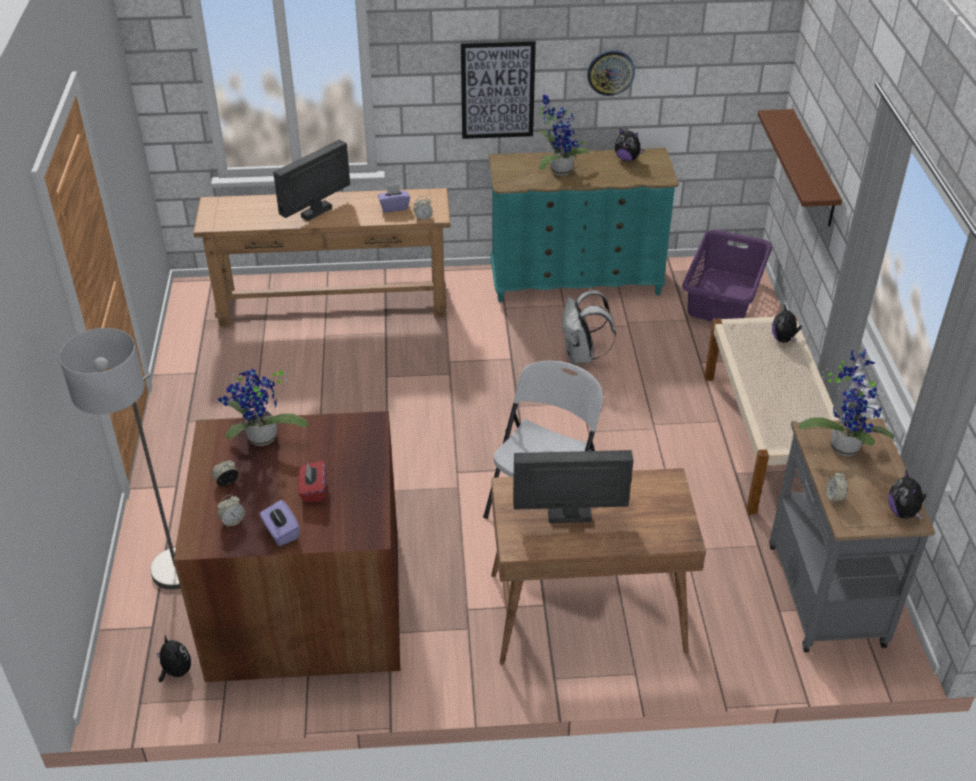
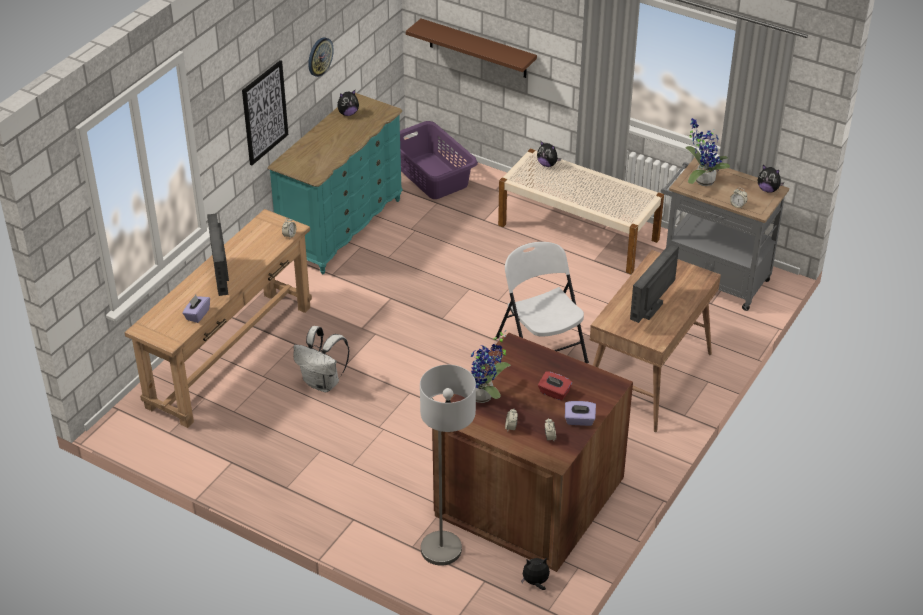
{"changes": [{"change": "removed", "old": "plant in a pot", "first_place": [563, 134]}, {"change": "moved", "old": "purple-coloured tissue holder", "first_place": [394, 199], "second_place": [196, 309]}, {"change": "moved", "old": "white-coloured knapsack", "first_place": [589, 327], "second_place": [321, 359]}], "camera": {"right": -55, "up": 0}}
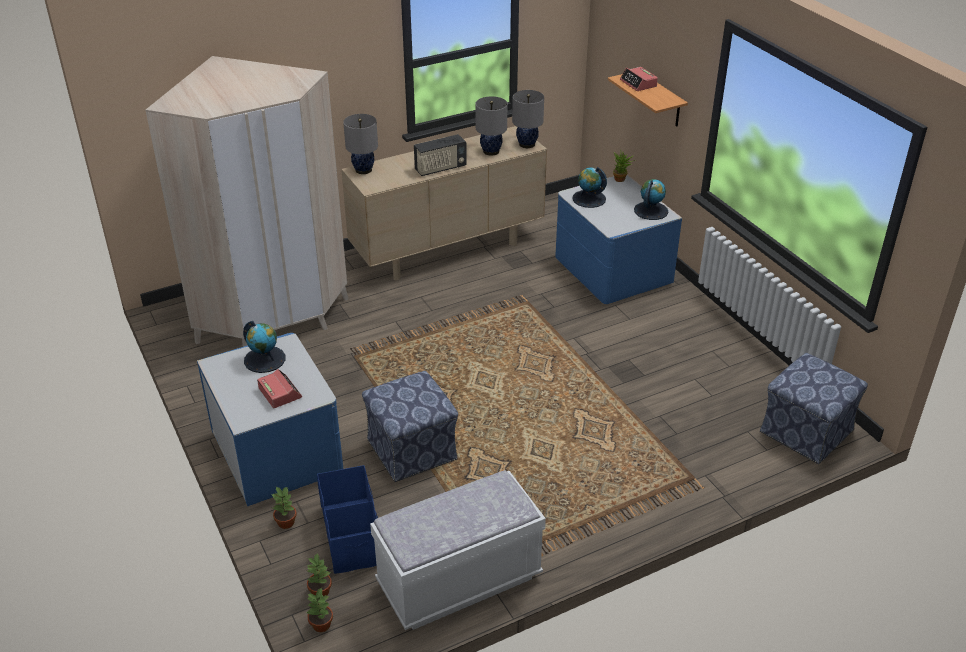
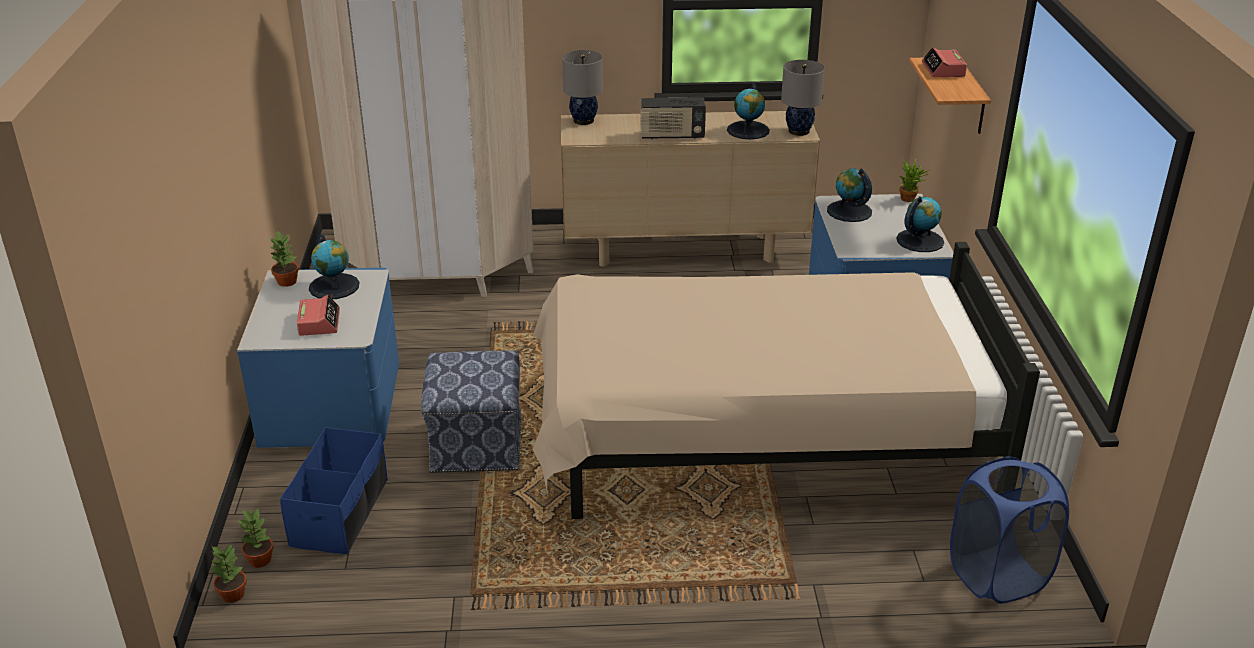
{"changes": [{"change": "removed", "old": "white-coloured indoor bench", "first_place": [458, 550]}, {"change": "added", "new": "beige bedroom bed", "second_place": [786, 380]}, {"change": "moved", "old": "plant in a pot", "first_place": [284, 507], "second_place": [284, 258]}, {"change": "replaced", "old": "grey table lamp", "new": "desk globe", "first_place": [491, 126], "second_place": [748, 111]}, {"change": "replaced", "old": "ottoman", "new": "blue laundry basket", "first_place": [814, 408], "second_place": [1009, 530]}], "camera": {"right": 25, "up": -5}}
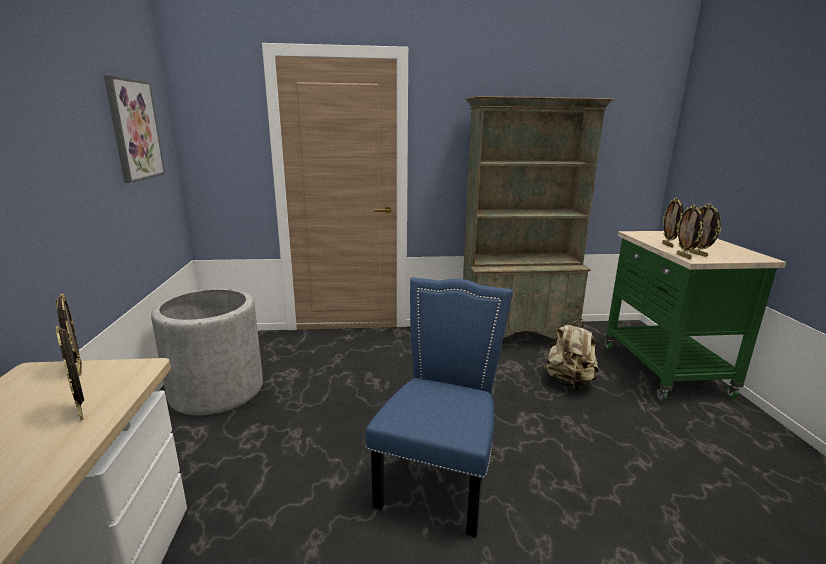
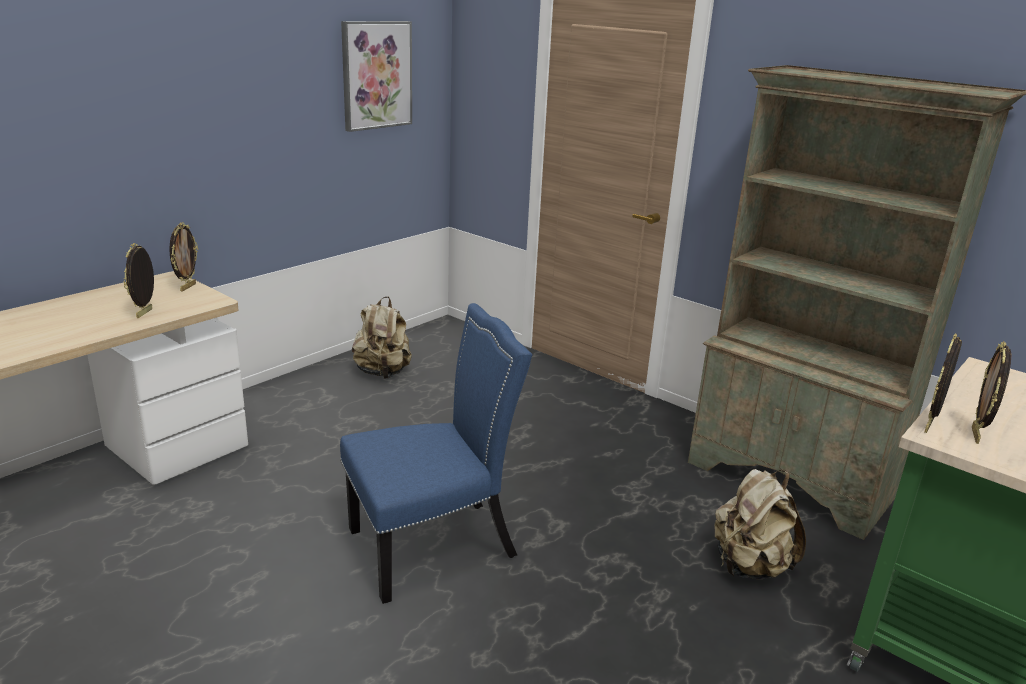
{"changes": [{"change": "removed", "old": "picture frame", "first_place": [673, 223]}, {"change": "replaced", "old": "grey plant pot", "new": "beige knapsack", "first_place": [207, 352], "second_place": [382, 337]}], "camera": {"right": 45, "up": 5}}
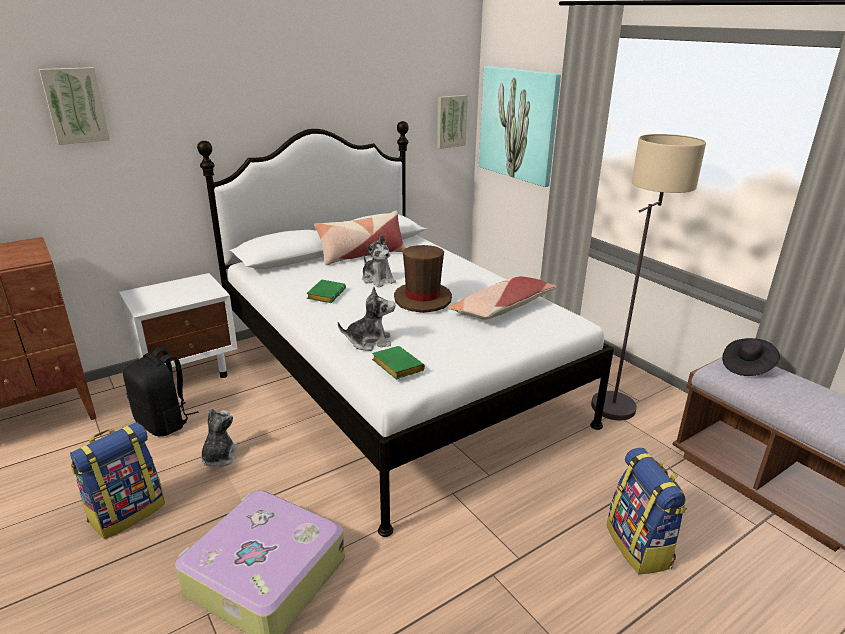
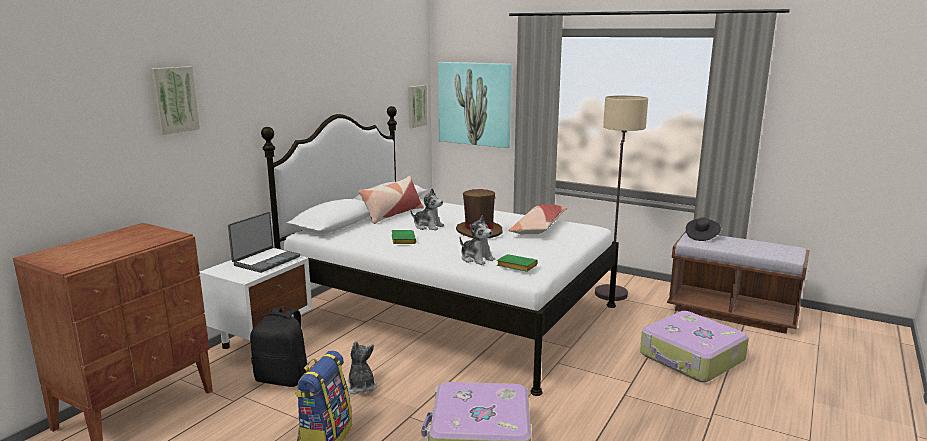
{"changes": [{"change": "added", "new": "portable computer", "second_place": [264, 242]}, {"change": "replaced", "old": "knapsack", "new": "piece of luggage", "first_place": [646, 511], "second_place": [694, 346]}, {"change": "turned", "old": "cuddly toy", "first_place": [366, 319], "second_place": [477, 240], "degrees": 75}], "camera": {"right": -25, "up": -10}}
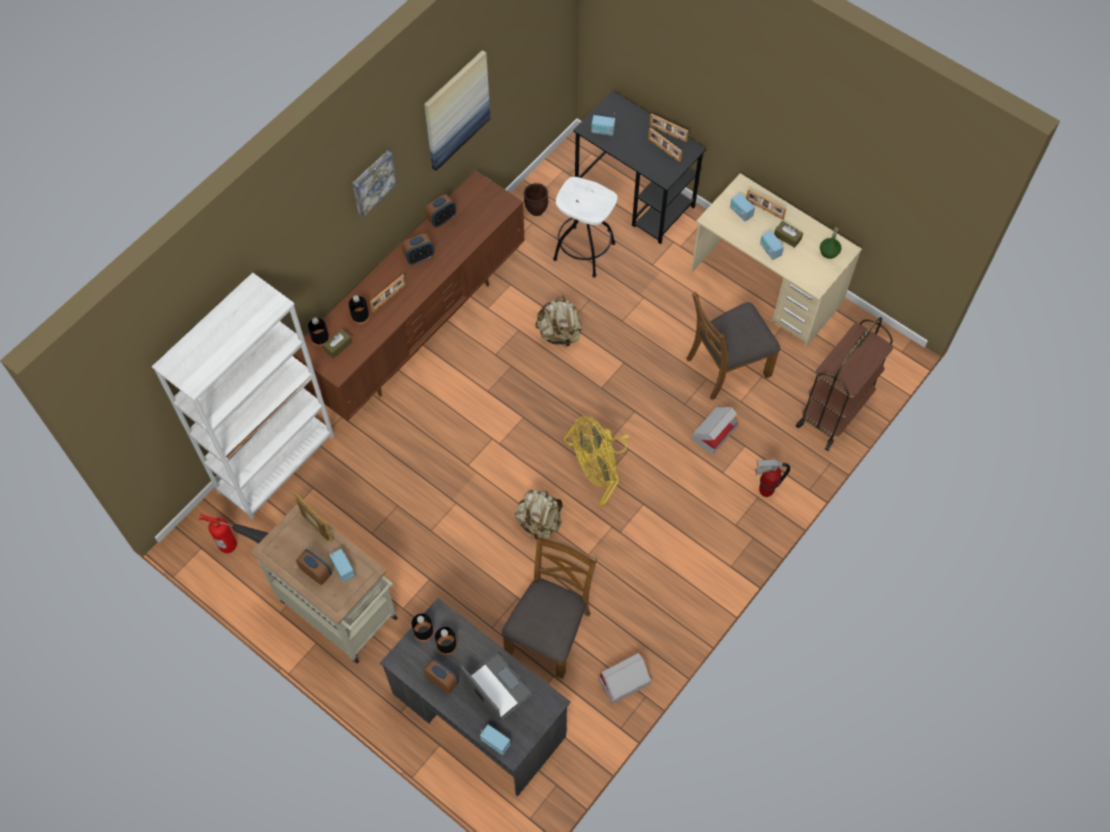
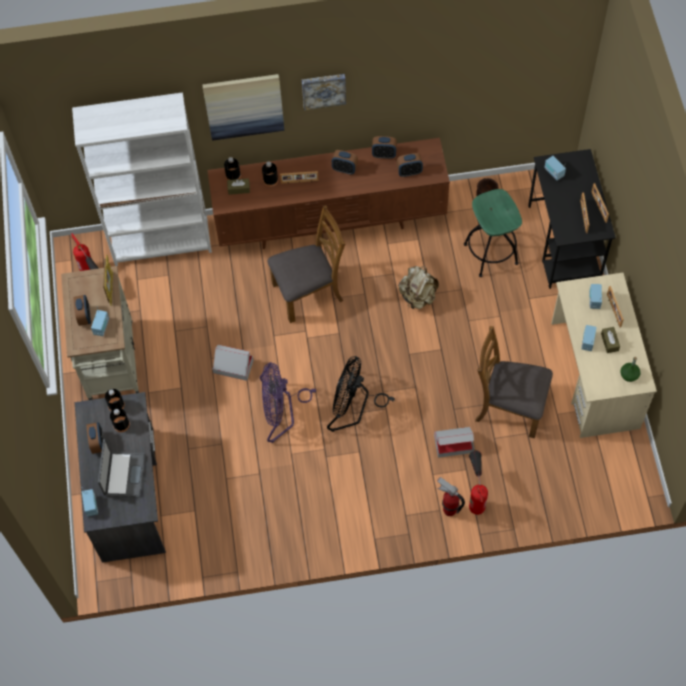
{"changes": [{"change": "removed", "old": "brownish trolley", "first_place": [844, 384]}, {"change": "added", "new": "bedside clock", "second_place": [410, 165]}, {"change": "added", "new": "fire extinguisher", "second_place": [478, 482]}, {"change": "moved", "old": "wall art", "first_place": [457, 110], "second_place": [243, 107]}, {"change": "moved", "old": "brownish upright chair", "first_place": [549, 606], "second_place": [306, 264]}, {"change": "moved", "old": "carton", "first_place": [625, 678], "second_place": [233, 363]}, {"change": "replaced", "old": "beige knapsack", "new": "purple-coloured electric fan", "first_place": [539, 515], "second_place": [288, 402]}, {"change": "recoloured", "old": "white-coloured stool seat", "new": "greenish stool seat", "first_place": [585, 227], "second_place": [493, 233]}, {"change": "recoloured", "old": "yellow electric fan", "new": "blackish electric fan", "first_place": [597, 461], "second_place": [361, 394]}], "camera": {"right": 45, "up": 0}}
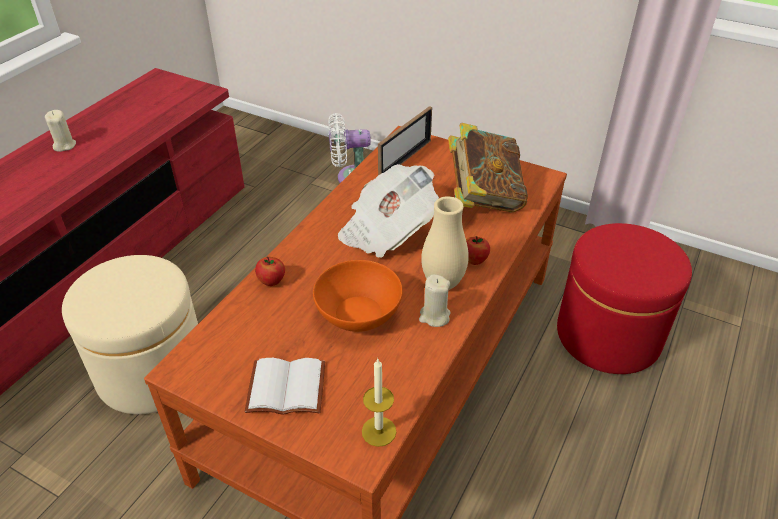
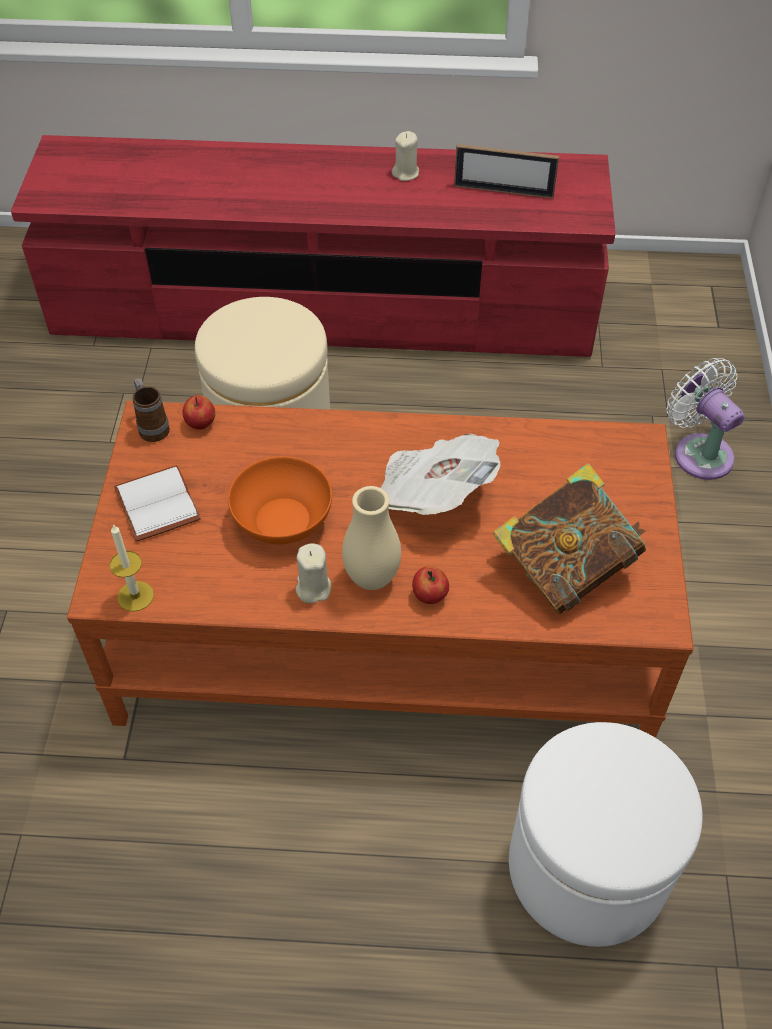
{"changes": [{"change": "added", "new": "tea mug", "second_place": [151, 410]}, {"change": "moved", "old": "apple fruit", "first_place": [270, 271], "second_place": [199, 412]}, {"change": "moved", "old": "picture frame", "first_place": [405, 140], "second_place": [506, 171]}, {"change": "recoloured", "old": "red-coloured ottoman", "new": "white-coloured ottoman", "first_place": [624, 298], "second_place": [606, 834]}], "camera": {"right": 65, "up": 10}}
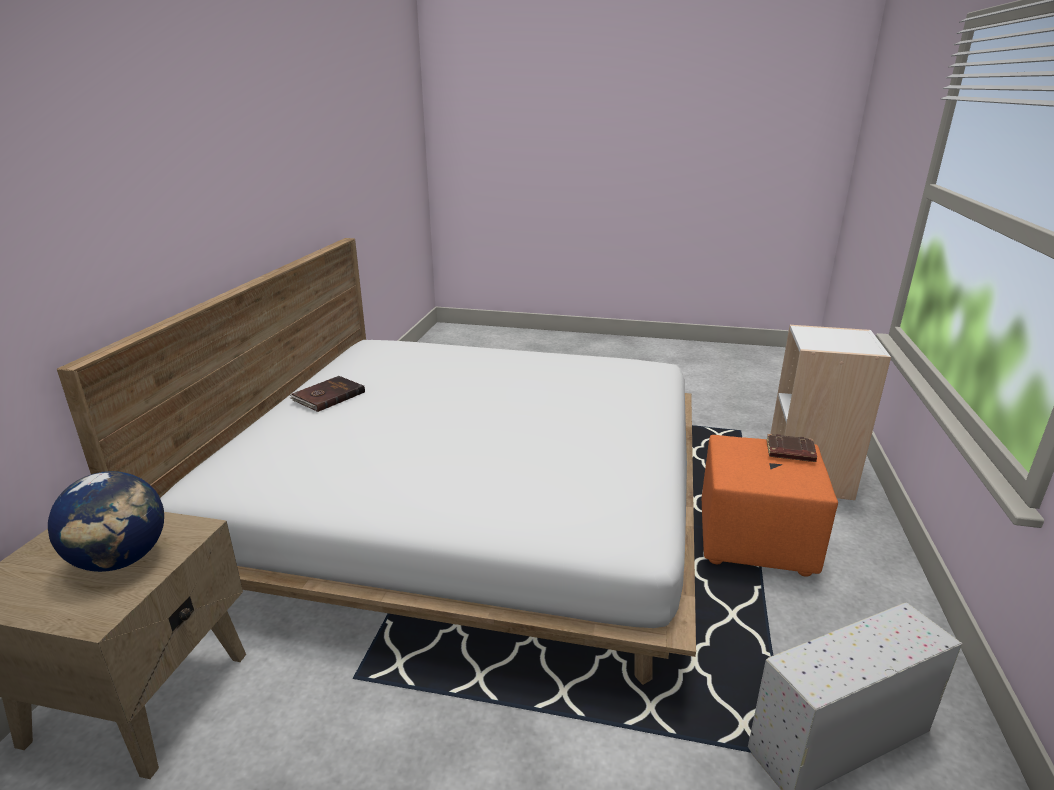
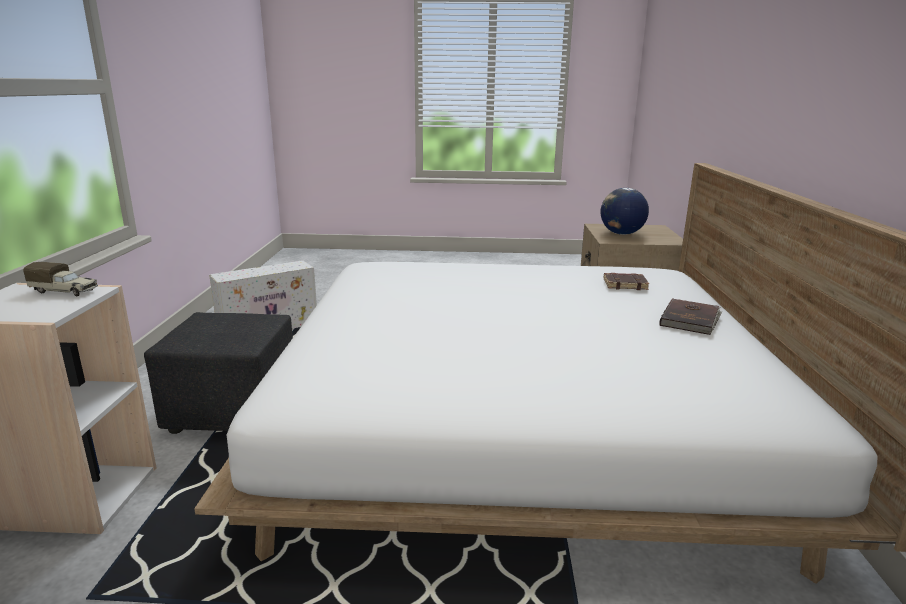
{"changes": [{"change": "added", "new": "toy truck", "second_place": [60, 279]}, {"change": "moved", "old": "brownish bound book", "first_place": [791, 448], "second_place": [626, 281]}, {"change": "recoloured", "old": "orangey ottoman", "new": "blackish ottoman", "first_place": [770, 506], "second_place": [218, 373]}], "camera": {"right": 170, "up": -5}}
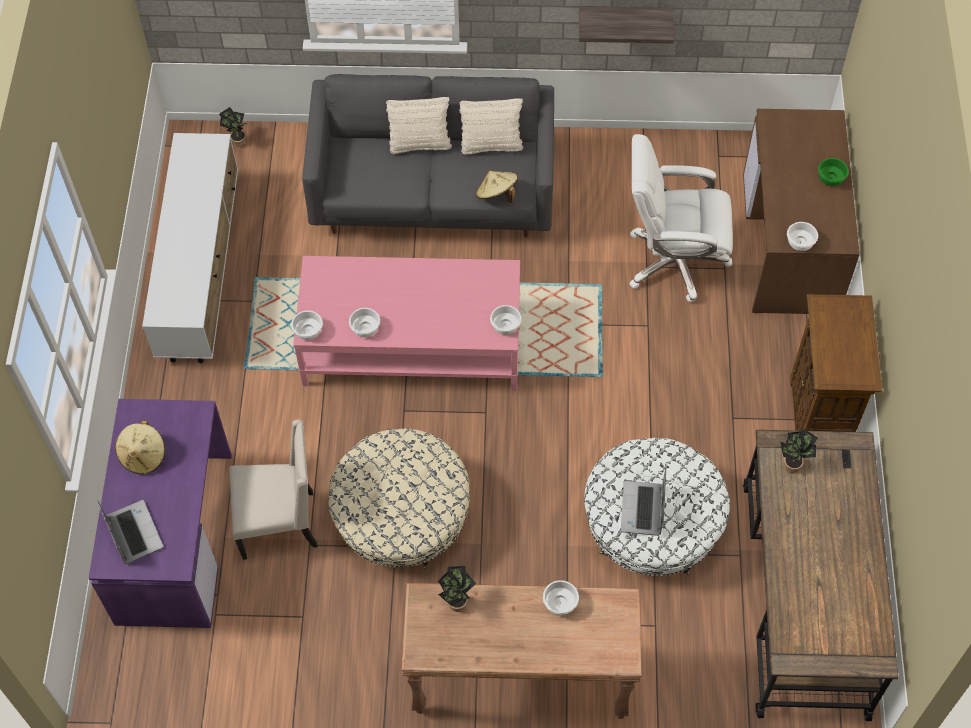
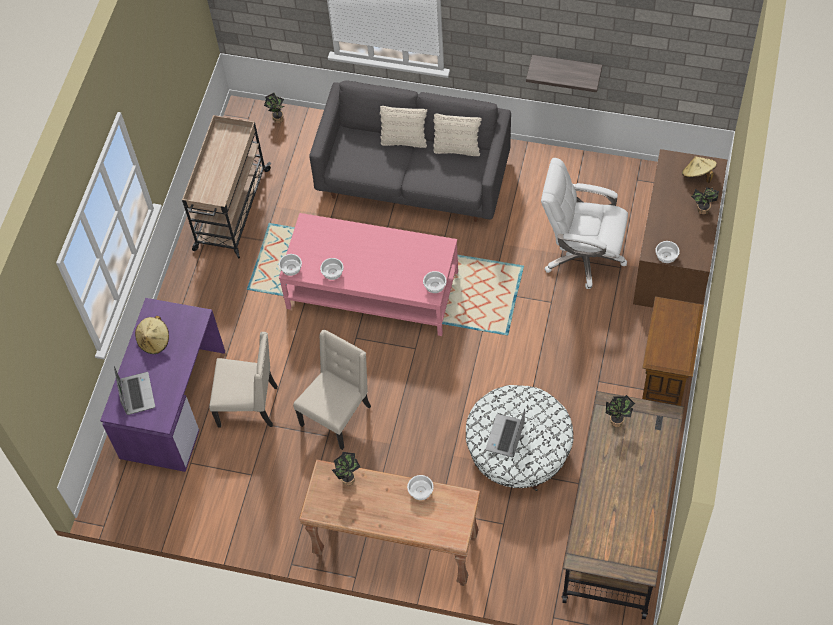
{"changes": [{"change": "moved", "old": "beige hat", "first_place": [497, 187], "second_place": [699, 169]}, {"change": "replaced", "old": "white-coloured media console", "new": "beige trolley", "first_place": [190, 248], "second_place": [226, 187]}, {"change": "replaced", "old": "beige ottoman", "new": "beige upright chair", "first_place": [399, 499], "second_place": [332, 390]}, {"change": "replaced", "old": "greenish serving bowl", "new": "plant in a pot", "first_place": [833, 172], "second_place": [705, 201]}], "camera": {"right": 15, "up": 0}}
